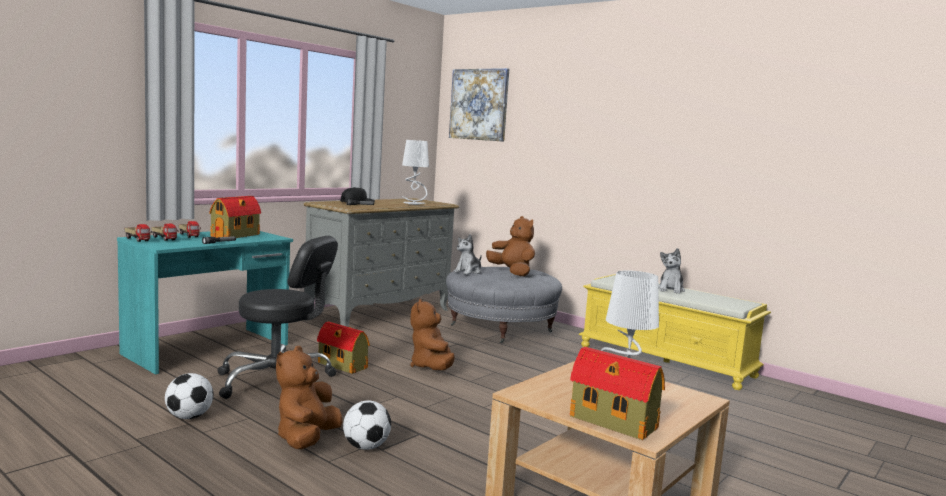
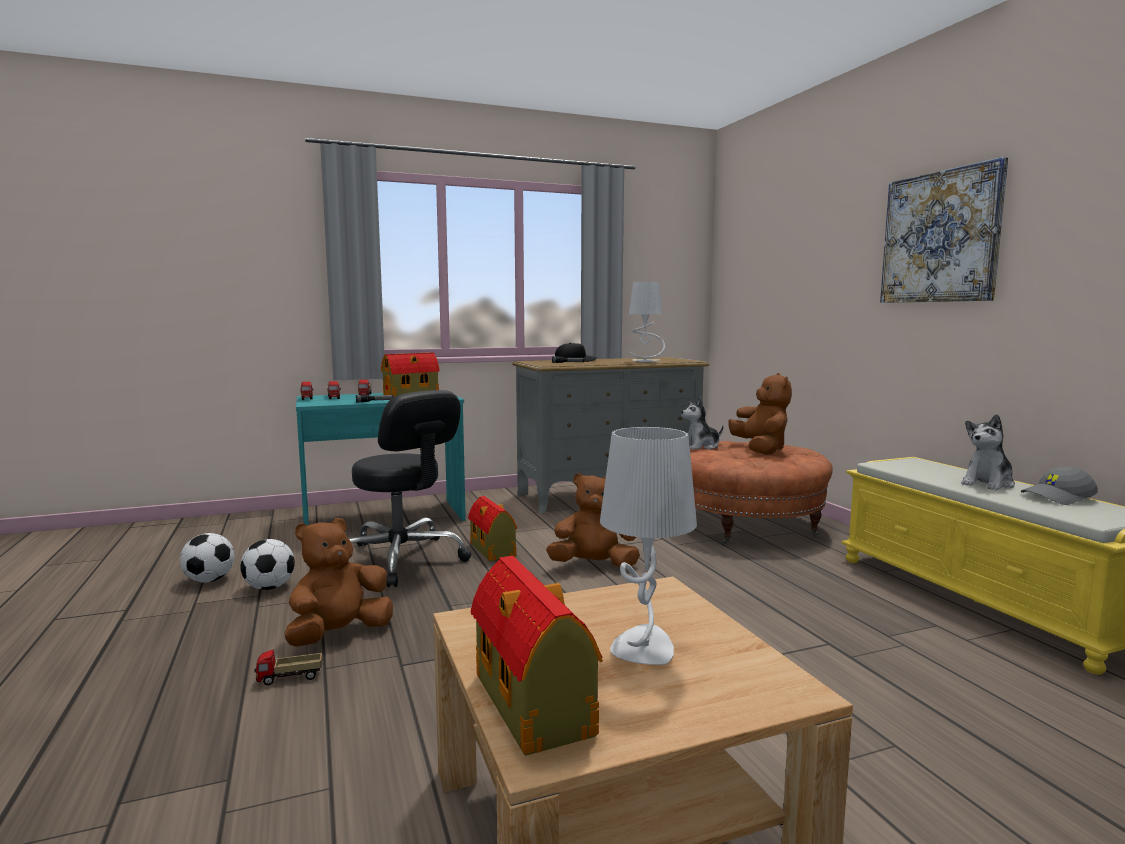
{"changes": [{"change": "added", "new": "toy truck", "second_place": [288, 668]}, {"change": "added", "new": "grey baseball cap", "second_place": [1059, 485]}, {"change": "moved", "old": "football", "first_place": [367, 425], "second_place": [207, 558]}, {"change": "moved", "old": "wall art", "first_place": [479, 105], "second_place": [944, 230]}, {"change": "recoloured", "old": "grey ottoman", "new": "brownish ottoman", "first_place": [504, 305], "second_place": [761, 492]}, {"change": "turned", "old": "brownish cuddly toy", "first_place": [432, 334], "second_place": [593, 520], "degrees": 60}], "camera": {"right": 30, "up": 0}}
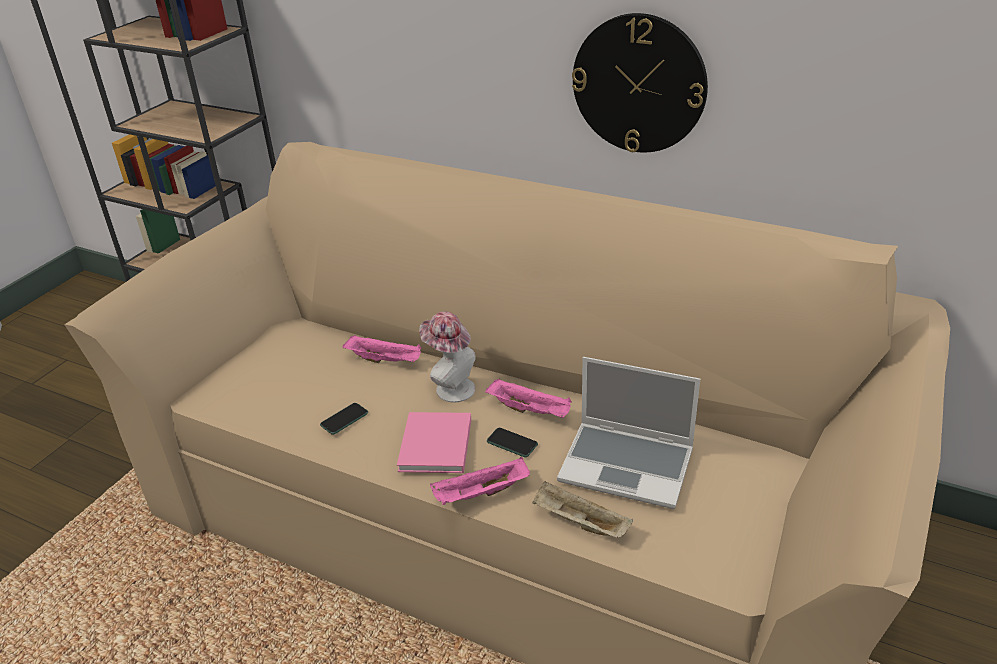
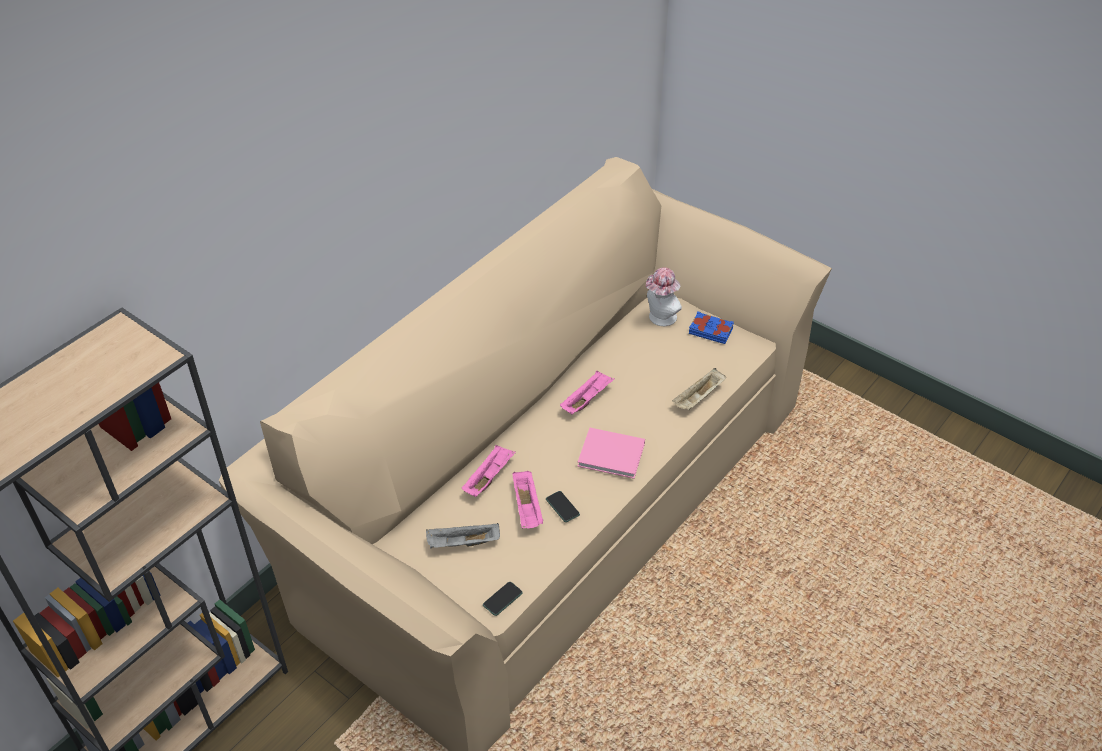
{"changes": [{"change": "removed", "old": "portable computer", "first_place": [628, 433]}, {"change": "removed", "old": "clock on the wall", "first_place": [640, 83]}, {"change": "added", "new": "grey tray", "second_place": [463, 535]}, {"change": "added", "new": "blue bound book", "second_place": [711, 327]}, {"change": "moved", "old": "hat", "first_place": [447, 357], "second_place": [664, 296]}, {"change": "moved", "old": "pinkish tray", "first_place": [480, 481], "second_place": [528, 499]}, {"change": "moved", "old": "handset", "first_place": [512, 442], "second_place": [503, 599]}], "camera": {"right": -80, "up": 10}}
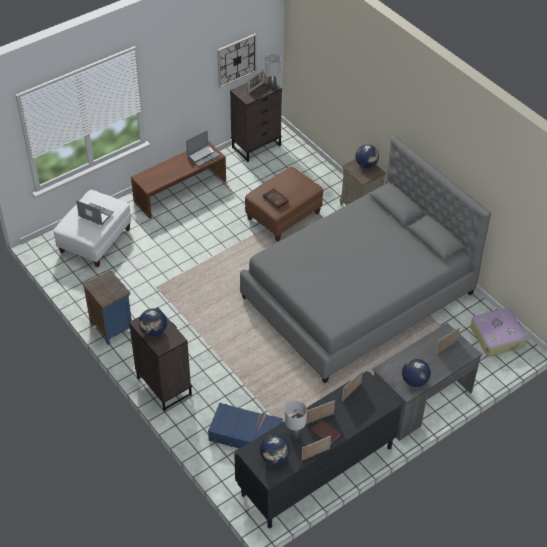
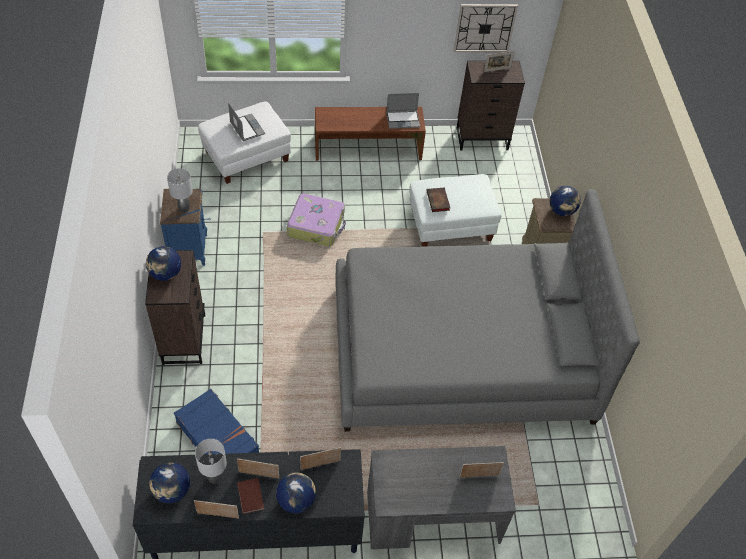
{"changes": [{"change": "moved", "old": "grey table lamp", "first_place": [272, 71], "second_place": [180, 190]}, {"change": "moved", "old": "desk globe", "first_place": [416, 373], "second_place": [296, 492]}, {"change": "moved", "old": "piece of luggage", "first_place": [499, 332], "second_place": [316, 219]}, {"change": "recoloured", "old": "brownish ottoman", "new": "white-coloured ottoman", "first_place": [284, 204], "second_place": [455, 210]}], "camera": {"right": 30, "up": 5}}
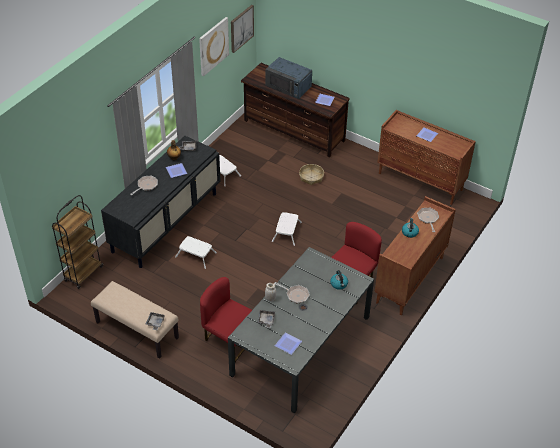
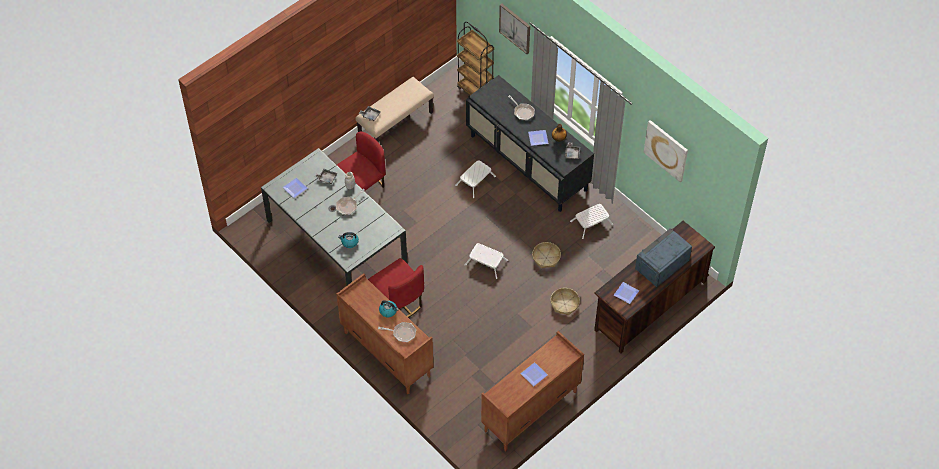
{"changes": [{"change": "added", "new": "basket", "second_place": [546, 255]}, {"change": "moved", "old": "wall art", "first_place": [242, 29], "second_place": [514, 28]}], "camera": {"right": 105, "up": 10}}
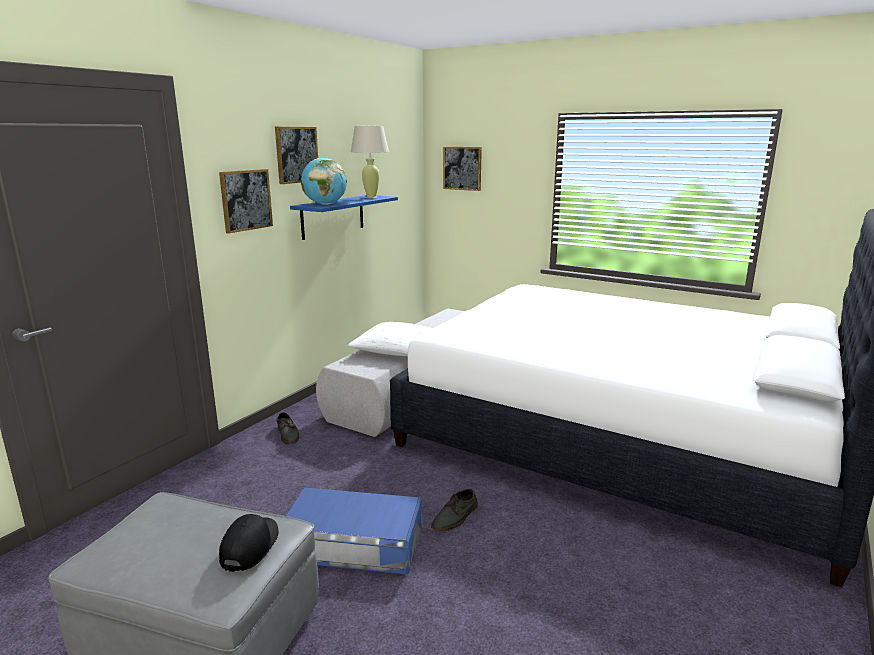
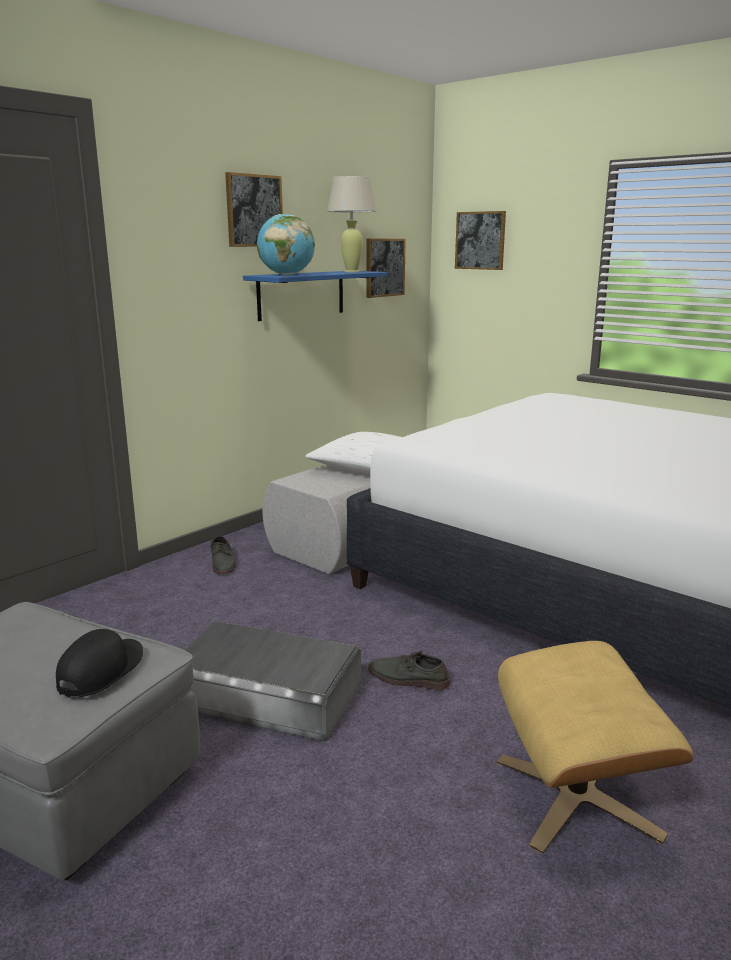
{"changes": [{"change": "added", "new": "beige ottoman", "second_place": [595, 747]}, {"change": "moved", "old": "wall art", "first_place": [246, 201], "second_place": [386, 268]}, {"change": "recoloured", "old": "blue storage box", "new": "grey storage box", "first_place": [354, 531], "second_place": [273, 681]}, {"change": "turned", "old": "grey shoe", "first_place": [454, 510], "second_place": [409, 670], "degrees": 60}], "camera": {"right": 10, "up": 0}}
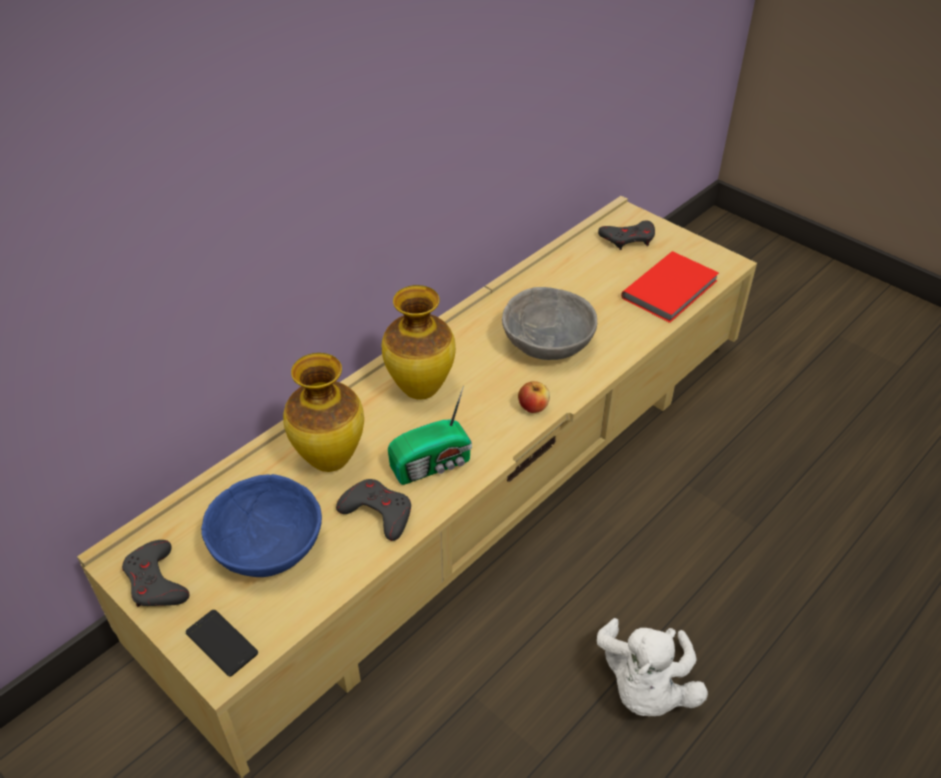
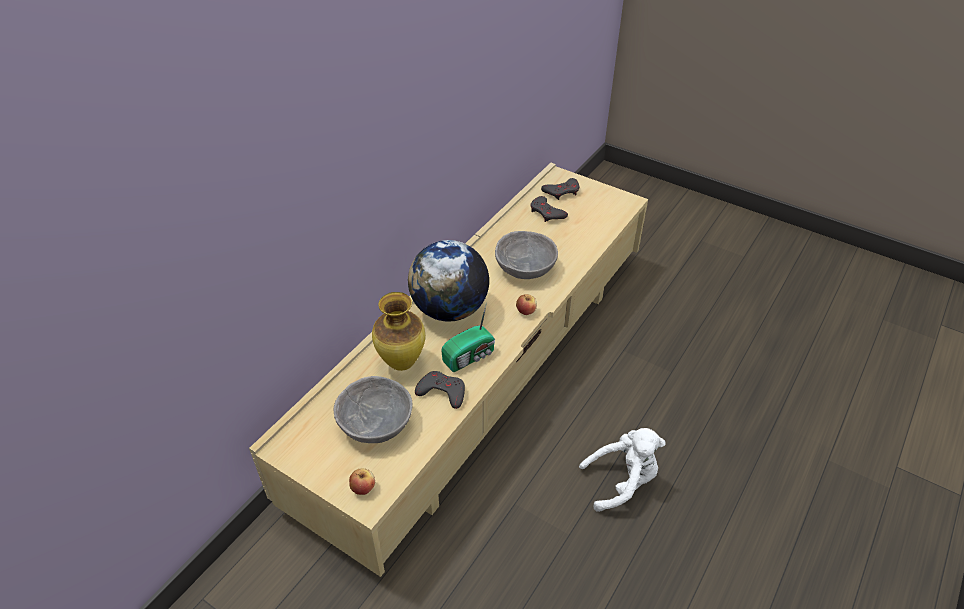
{"changes": [{"change": "removed", "old": "red-coloured bound book", "first_place": [670, 287]}, {"change": "moved", "old": "grey joypad", "first_place": [156, 573], "second_place": [549, 209]}, {"change": "replaced", "old": "handset", "new": "apple fruit", "first_place": [222, 643], "second_place": [362, 481]}, {"change": "replaced", "old": "vase", "new": "desk globe", "first_place": [419, 342], "second_place": [448, 281]}, {"change": "recoloured", "old": "blue serving bowl", "new": "grey serving bowl", "first_place": [261, 525], "second_place": [373, 409]}, {"change": "turned", "old": "white-coloured cuddly toy", "first_place": [652, 667], "second_place": [622, 470], "degrees": -105}], "camera": {"right": -10, "up": 0}}
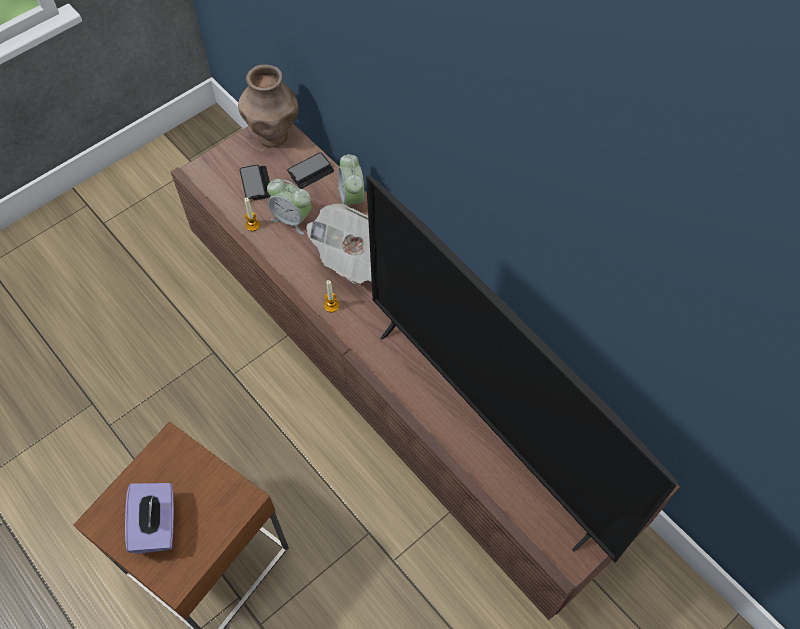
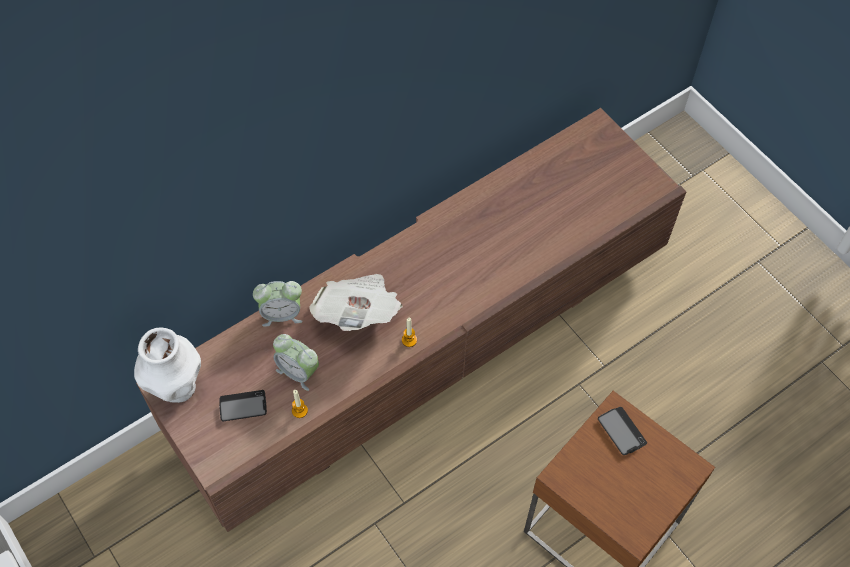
{"changes": [{"change": "removed", "old": "purple-coloured tissue holder", "first_place": [149, 518]}, {"change": "removed", "old": "TV set", "first_place": [522, 369]}, {"change": "moved", "old": "handset", "first_place": [310, 170], "second_place": [622, 431]}, {"change": "recoloured", "old": "brownish vase", "new": "white-coloured vase", "first_place": [268, 105], "second_place": [167, 365]}, {"change": "turned", "old": "bedside clock", "first_place": [289, 207], "second_place": [296, 362], "degrees": 90}], "camera": {"right": -85, "up": 0}}
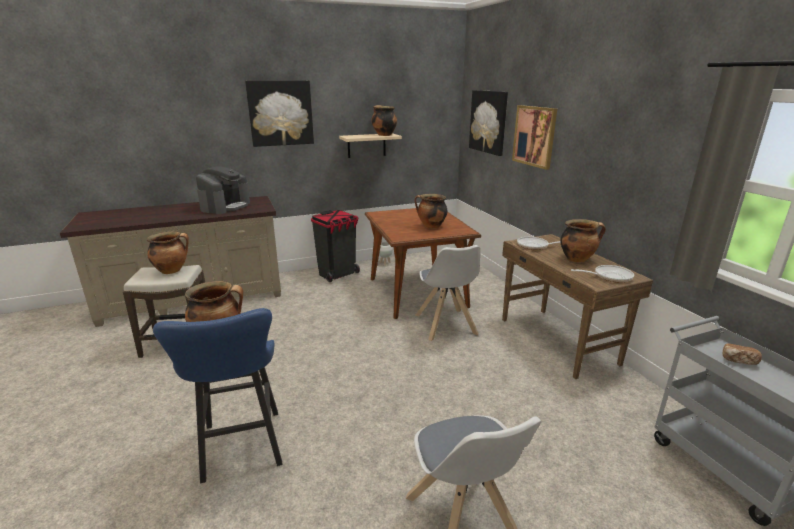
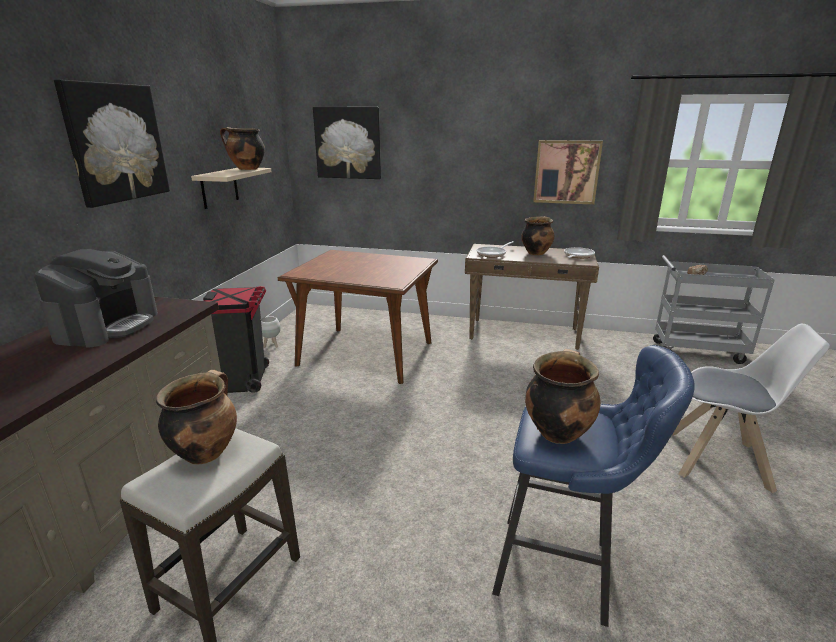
{"changes": [{"change": "removed", "old": "cooking pot", "first_place": [430, 211]}, {"change": "removed", "old": "upright chair", "first_place": [447, 293]}, {"change": "moved", "old": "wall art", "first_place": [534, 137], "second_place": [568, 172]}, {"change": "turned", "old": "coffee brewer", "first_place": [223, 190], "second_place": [96, 298], "degrees": 45}], "camera": {"right": -55, "up": 0}}
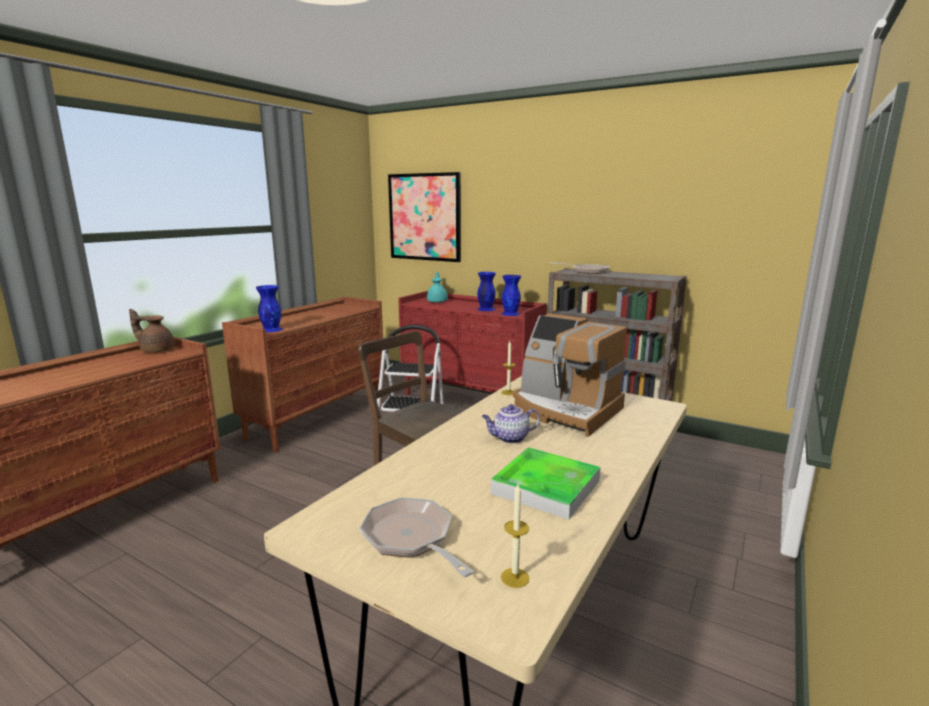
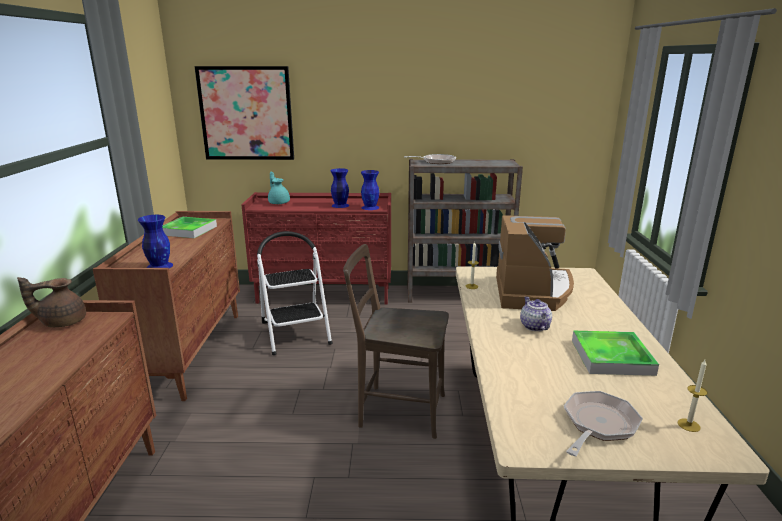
{"changes": [{"change": "added", "new": "tray", "second_place": [189, 227]}, {"change": "turned", "old": "frying pan", "first_place": [416, 537], "second_place": [603, 423], "degrees": 105}, {"change": "turned", "old": "pot for tea", "first_place": [511, 423], "second_place": [536, 314], "degrees": 120}, {"change": "turned", "old": "coffee brewer", "first_place": [570, 375], "second_place": [535, 263], "degrees": -90}], "camera": {"right": -30, "up": 5}}
